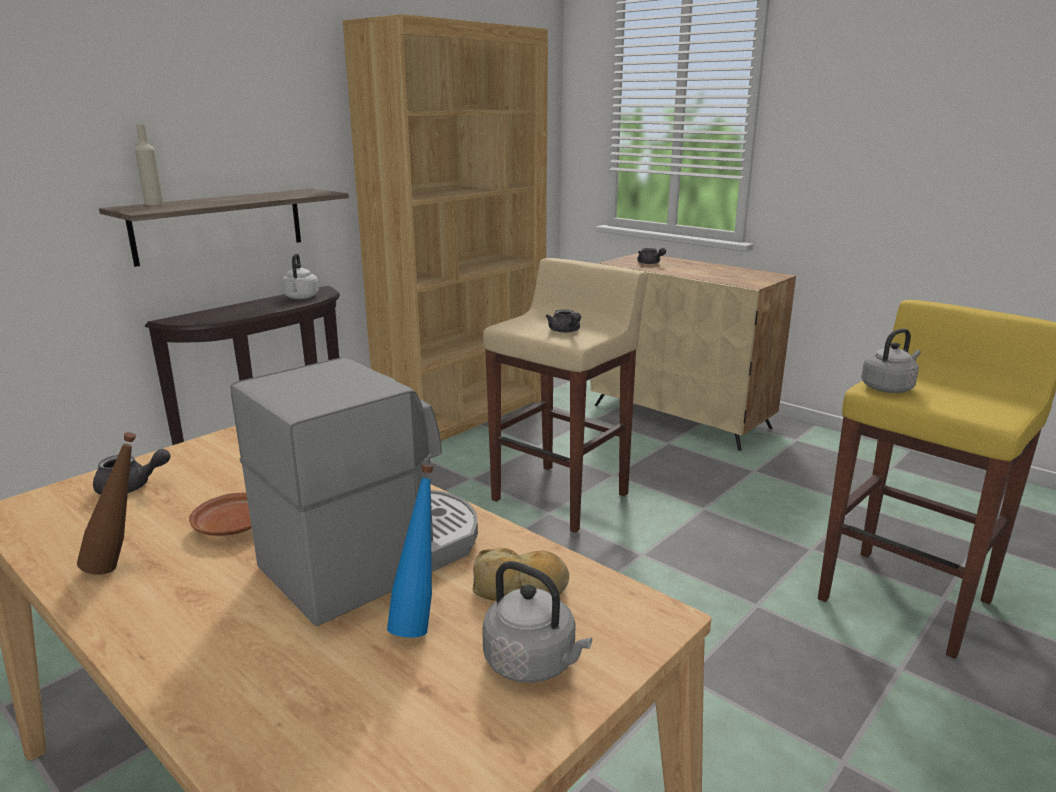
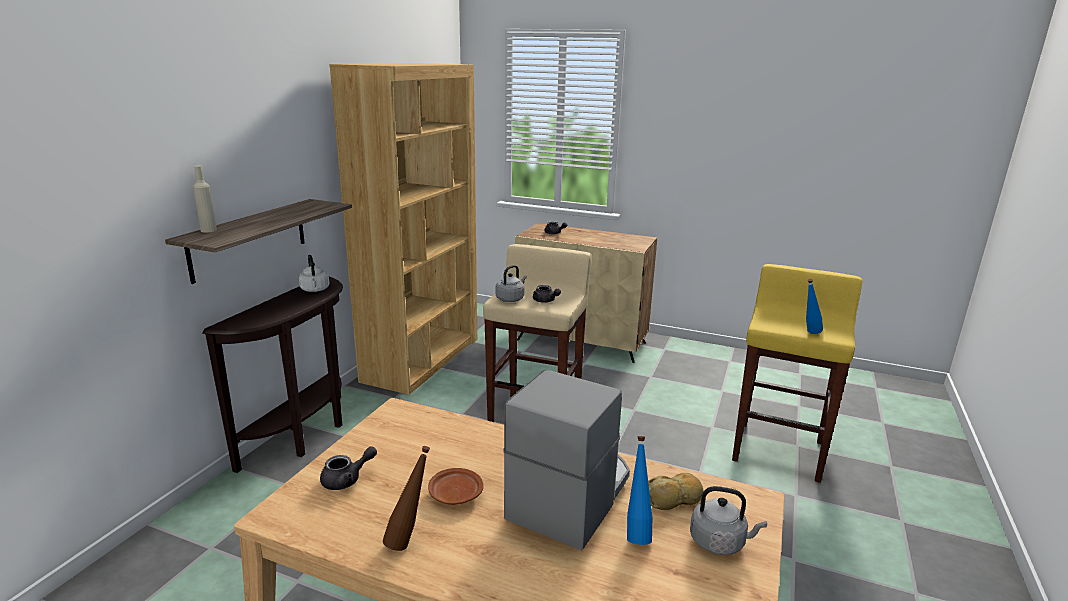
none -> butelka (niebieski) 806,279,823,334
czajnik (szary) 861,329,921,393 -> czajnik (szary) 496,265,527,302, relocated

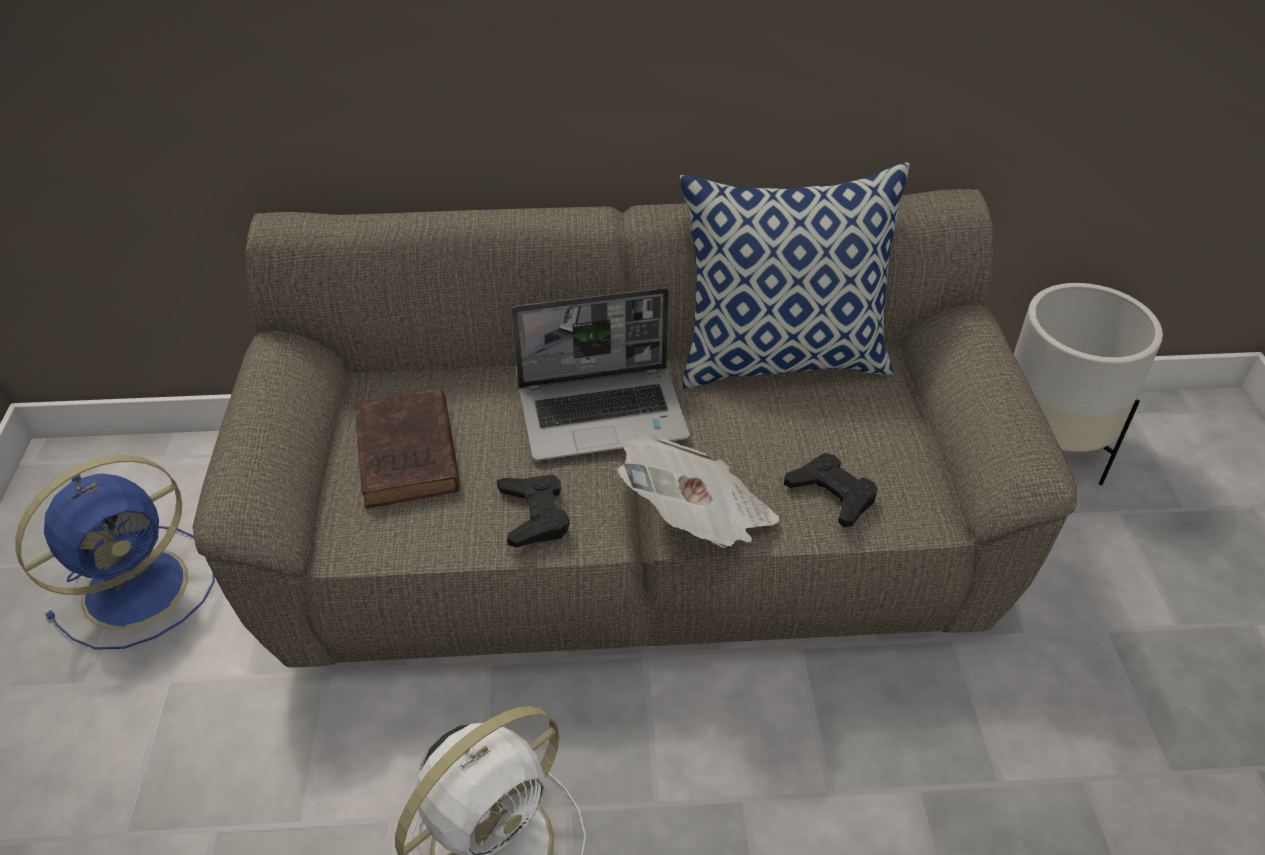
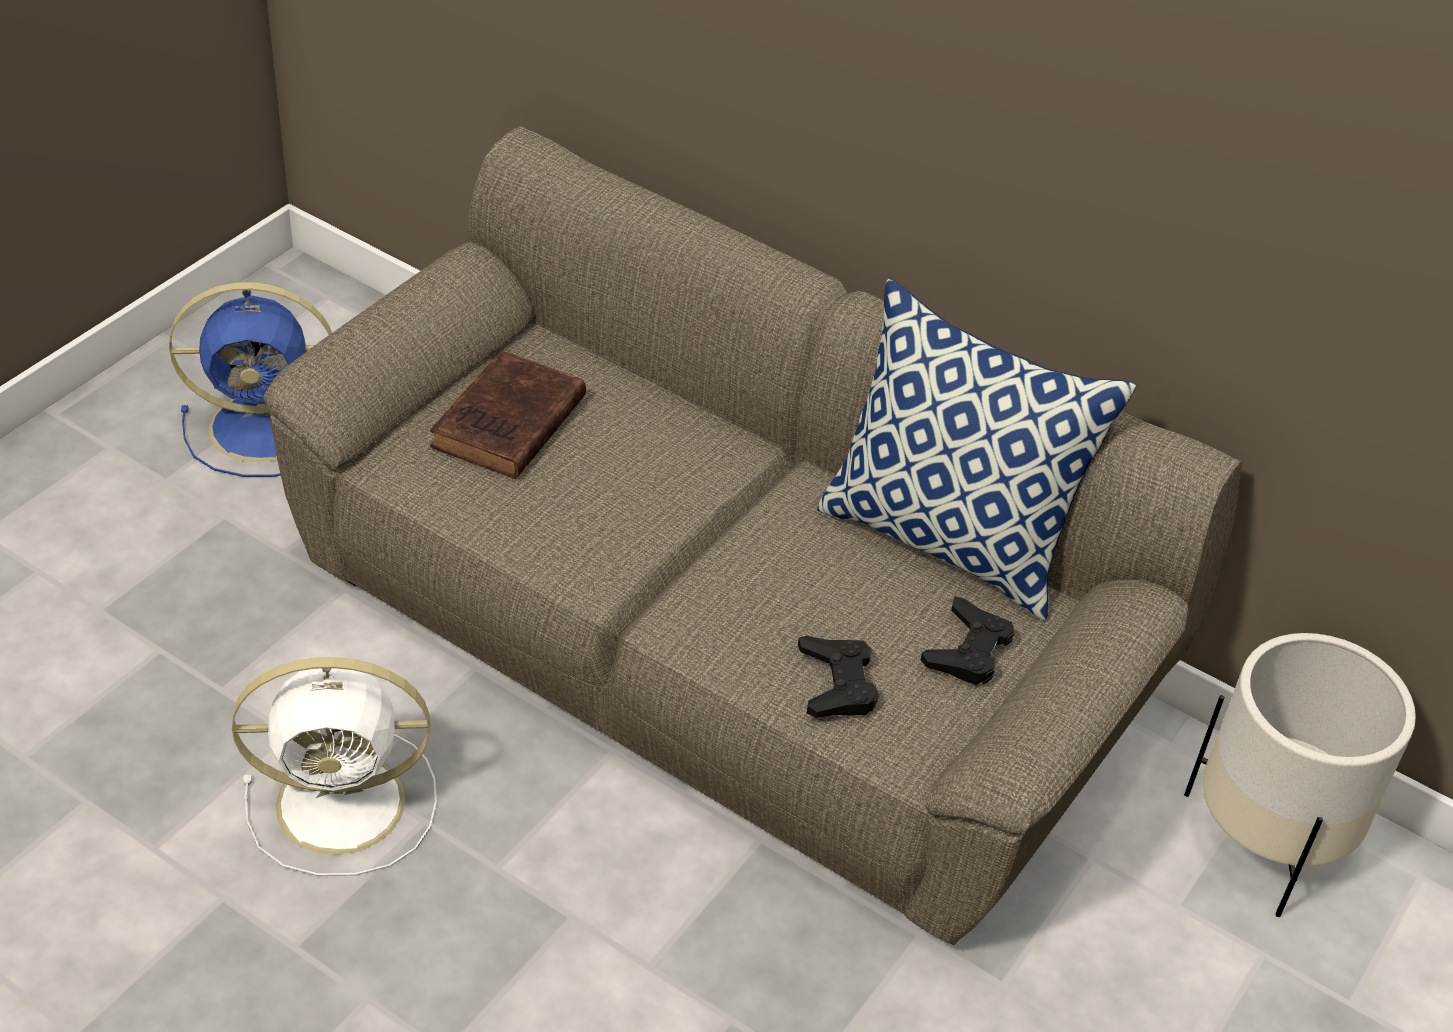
laptop 511,288,690,461 -> none
gazeta 617,435,779,548 -> none
pad do gier (czarny) 497,475,570,548 -> pad do gier (czarny) 920,596,1014,685, relocated

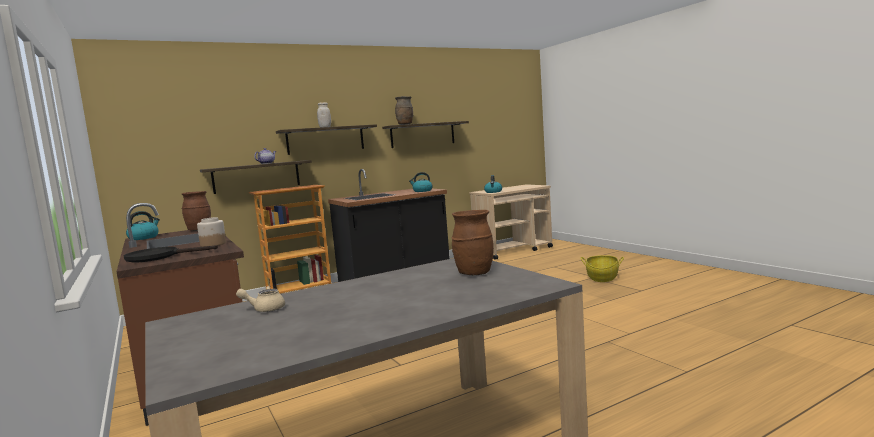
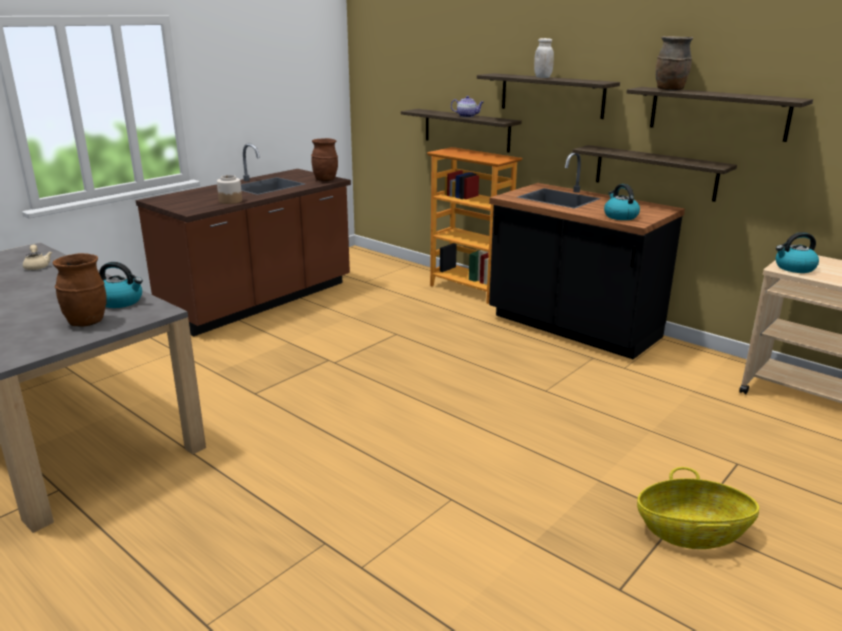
patelnia (czarny) 124,245,218,262 -> none
none -> półka 572,145,737,202
czajnik 126,211,160,240 -> czajnik 99,262,143,308, relocated

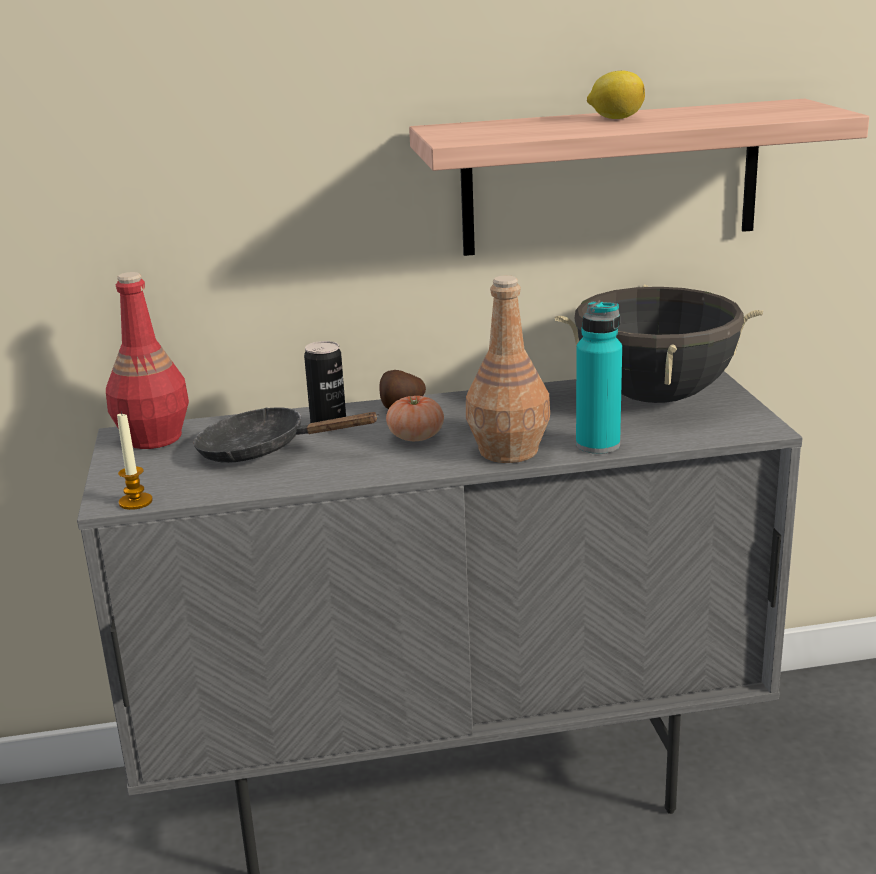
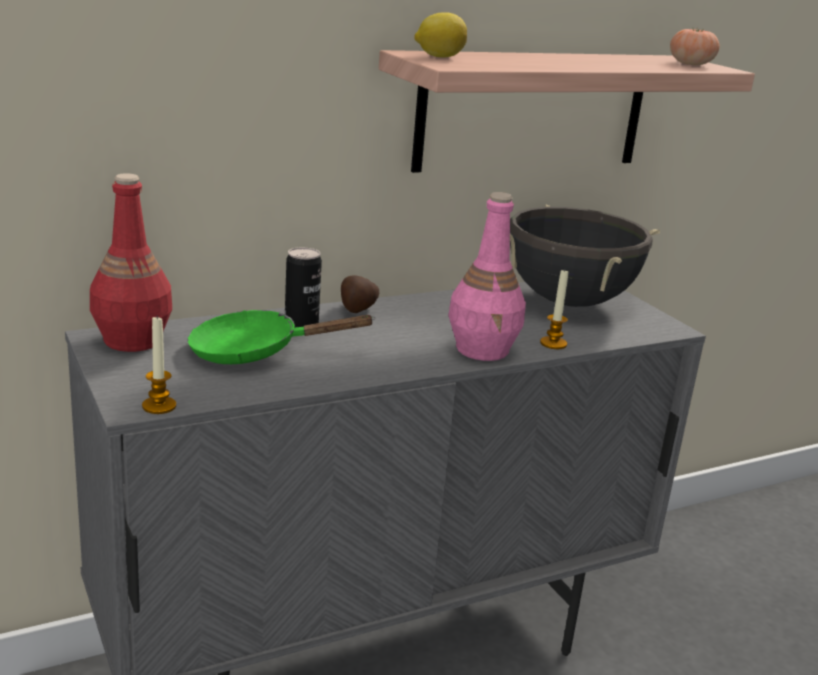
pomidor 386,396,444,441 -> pomidor 670,28,720,65, relocated
cytryna 587,71,645,119 -> cytryna 415,12,467,58, relocated
butelka (turkusowy) 576,301,622,454 -> świeca 540,270,569,349
patelnia (czarny) 193,407,379,463 -> patelnia (zielony) 187,310,375,364
butelka (brązowy) 466,275,550,463 -> butelka (różowy) 448,192,526,361

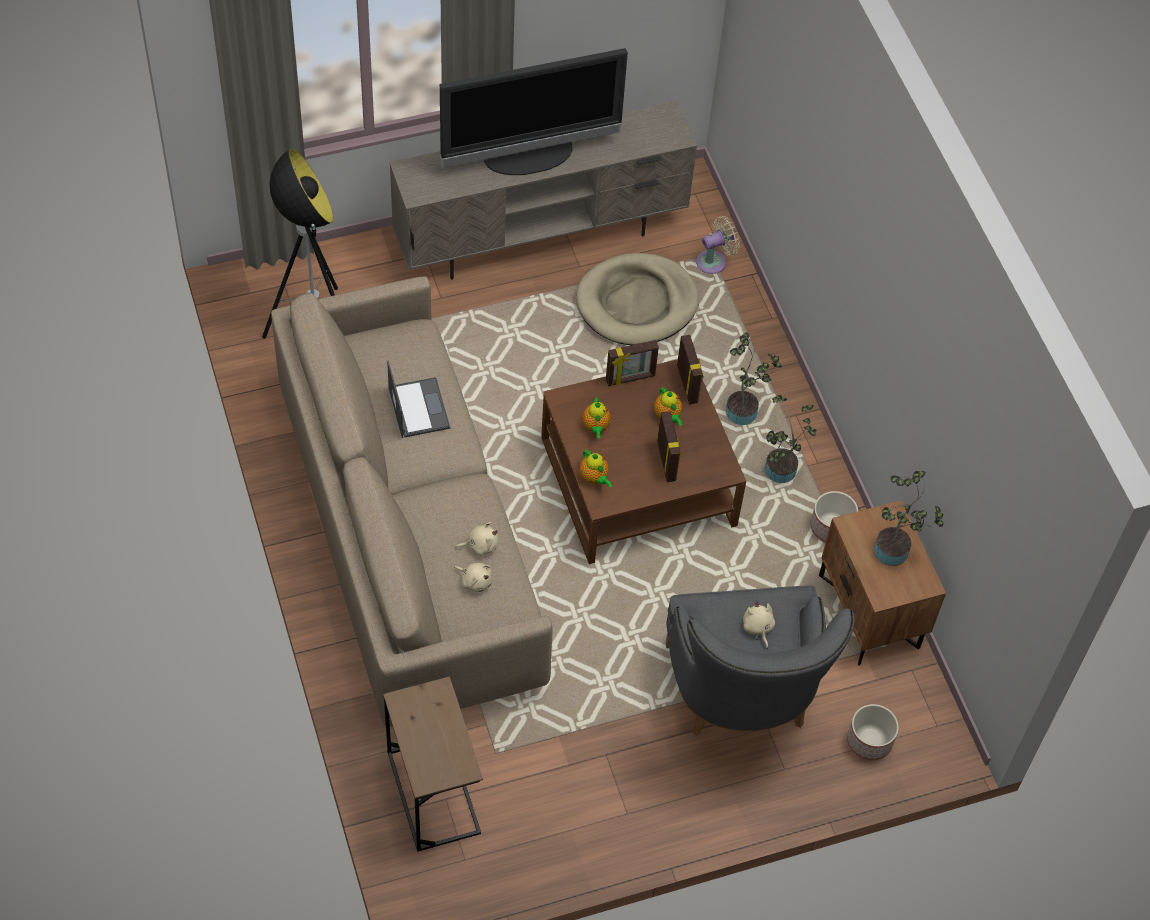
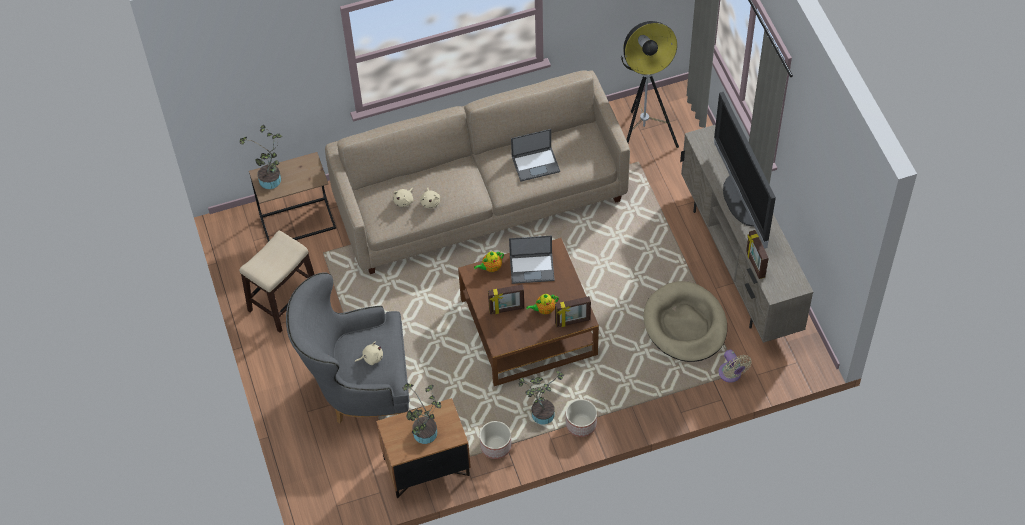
none -> stołek 239,231,315,333
ramka na zdjęcie 606,340,659,386 -> ramka na zdjęcie 746,230,769,279, relocated
roślina doniczkowa 726,332,782,425 -> roślina doniczkowa 240,125,282,189, relocated
donica 847,704,899,760 -> donica 566,399,597,437, relocated
imbryk 583,396,611,438 -> laptop 509,236,555,284

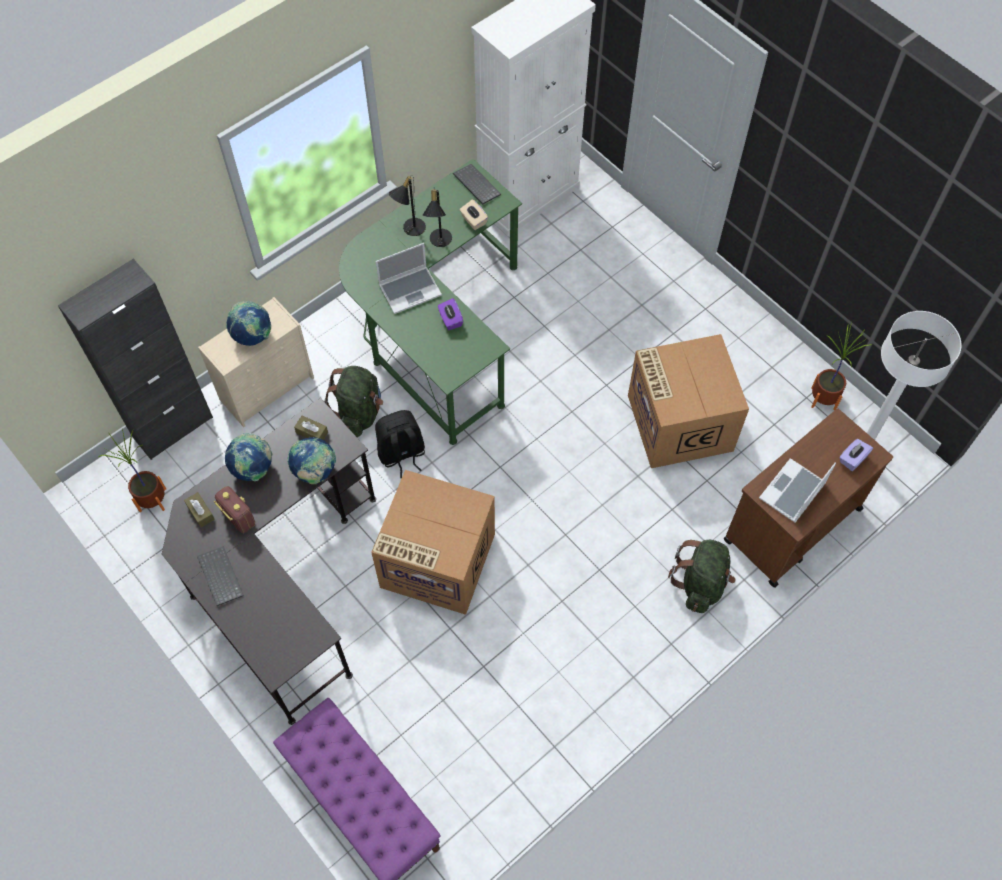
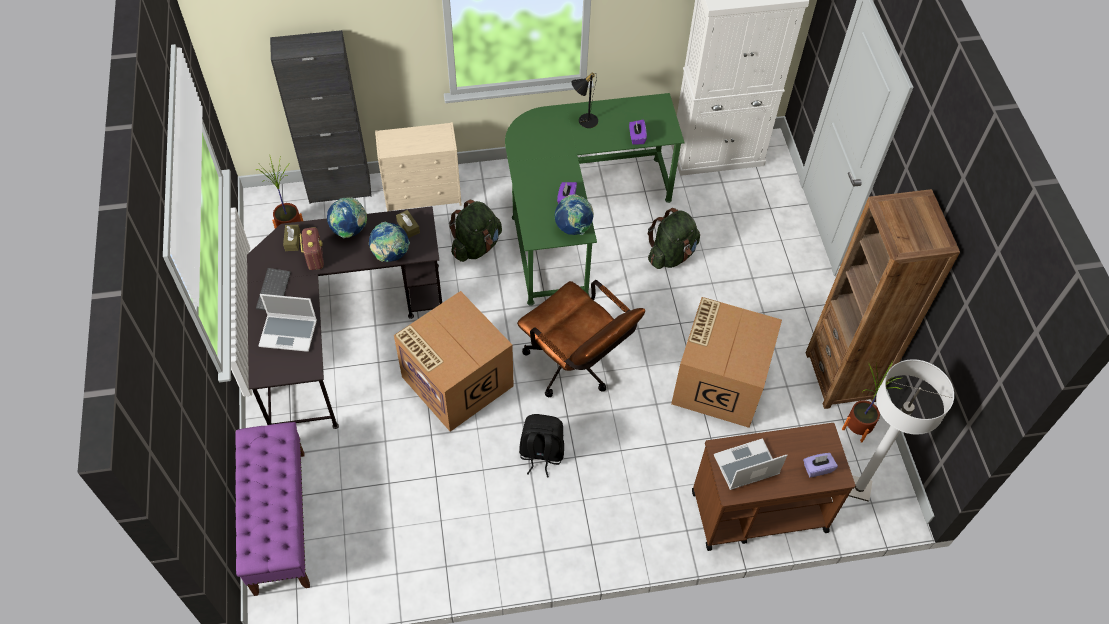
lampa stołowa (czarny) 423,189,452,247 -> none
klawiatura 453,164,501,205 -> none
none -> krzesło biurowe (brązowy) 517,280,645,397
none -> regał (brązowy) 805,189,960,409
globus 226,301,271,346 -> globus 555,194,594,235, relocated
plecak (czarny) 375,410,425,478 -> plecak (czarny) 519,414,564,478, relocated
laptop 376,243,442,314 -> laptop 258,294,317,352, relocated
plecak (zielony) 668,539,735,613 -> plecak (zielony) 648,208,700,269, relocated
pudełko chusteczek (beżowy) 460,200,488,230 -> pudełko chusteczek (fioletowy) 629,120,647,145

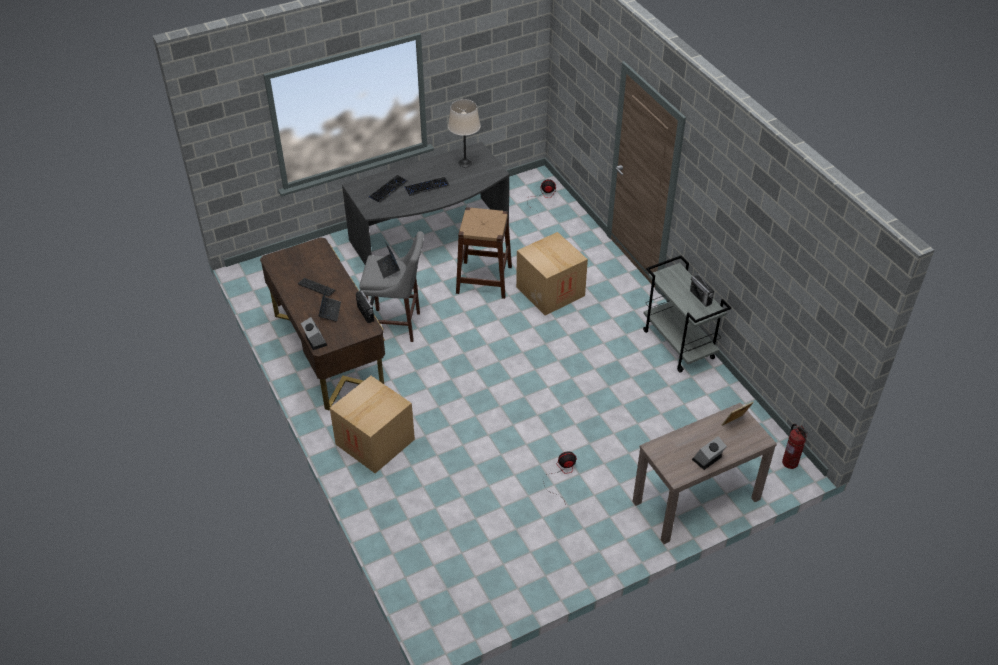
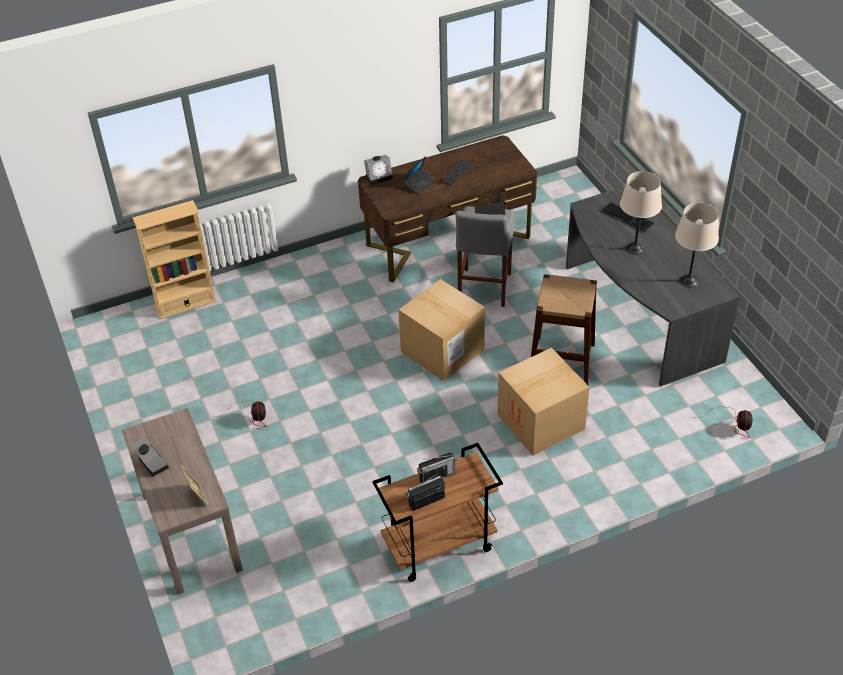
gaśnica 782,424,808,469 -> none
none -> regał (beżowy) 132,200,217,319
karton 330,376,415,473 -> karton 398,279,485,381, relocated
radio 356,291,374,323 -> radio 417,452,457,483, relocated
klawiatura 404,177,450,196 -> lampa stołowa (beżowy) 620,171,662,255
wózek (szary) 643,255,731,373 -> wózek (brązowy) 372,443,503,582
laptop 318,284,341,322 -> laptop 404,156,436,195, 60 degrees counterclockwise

